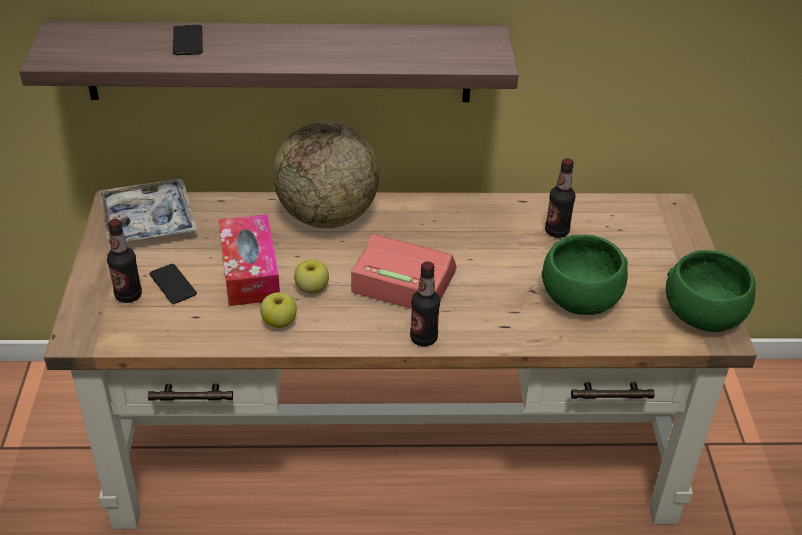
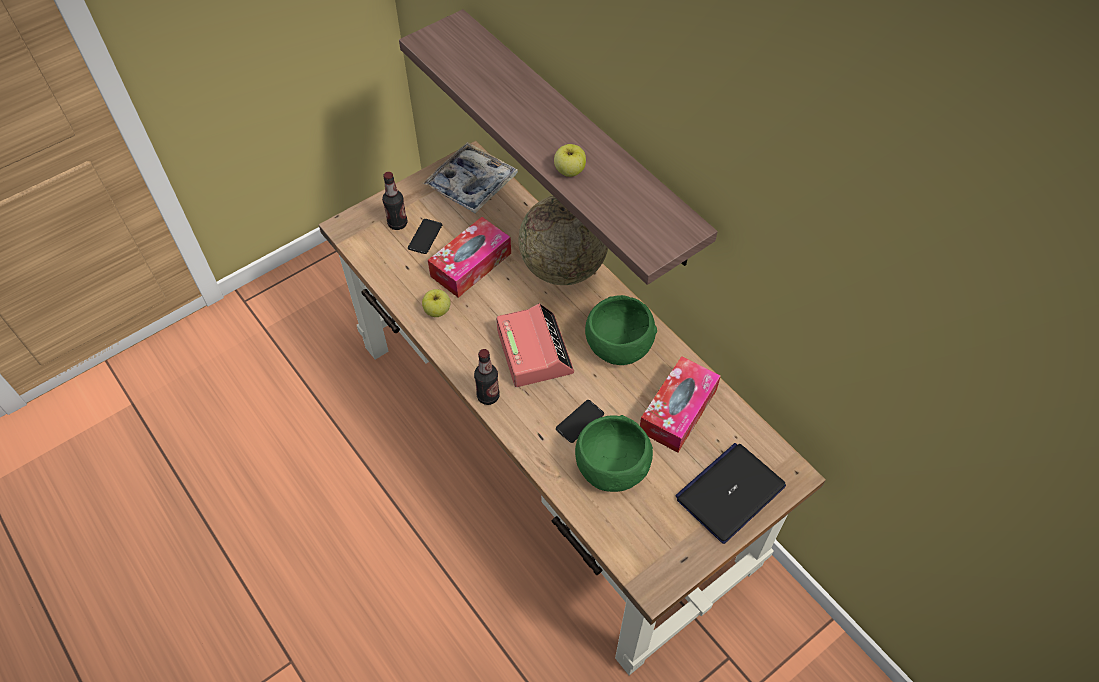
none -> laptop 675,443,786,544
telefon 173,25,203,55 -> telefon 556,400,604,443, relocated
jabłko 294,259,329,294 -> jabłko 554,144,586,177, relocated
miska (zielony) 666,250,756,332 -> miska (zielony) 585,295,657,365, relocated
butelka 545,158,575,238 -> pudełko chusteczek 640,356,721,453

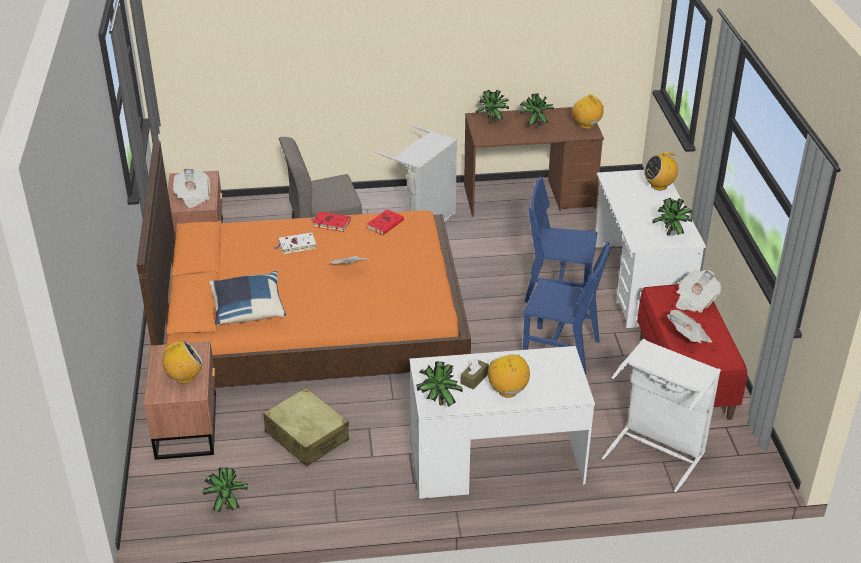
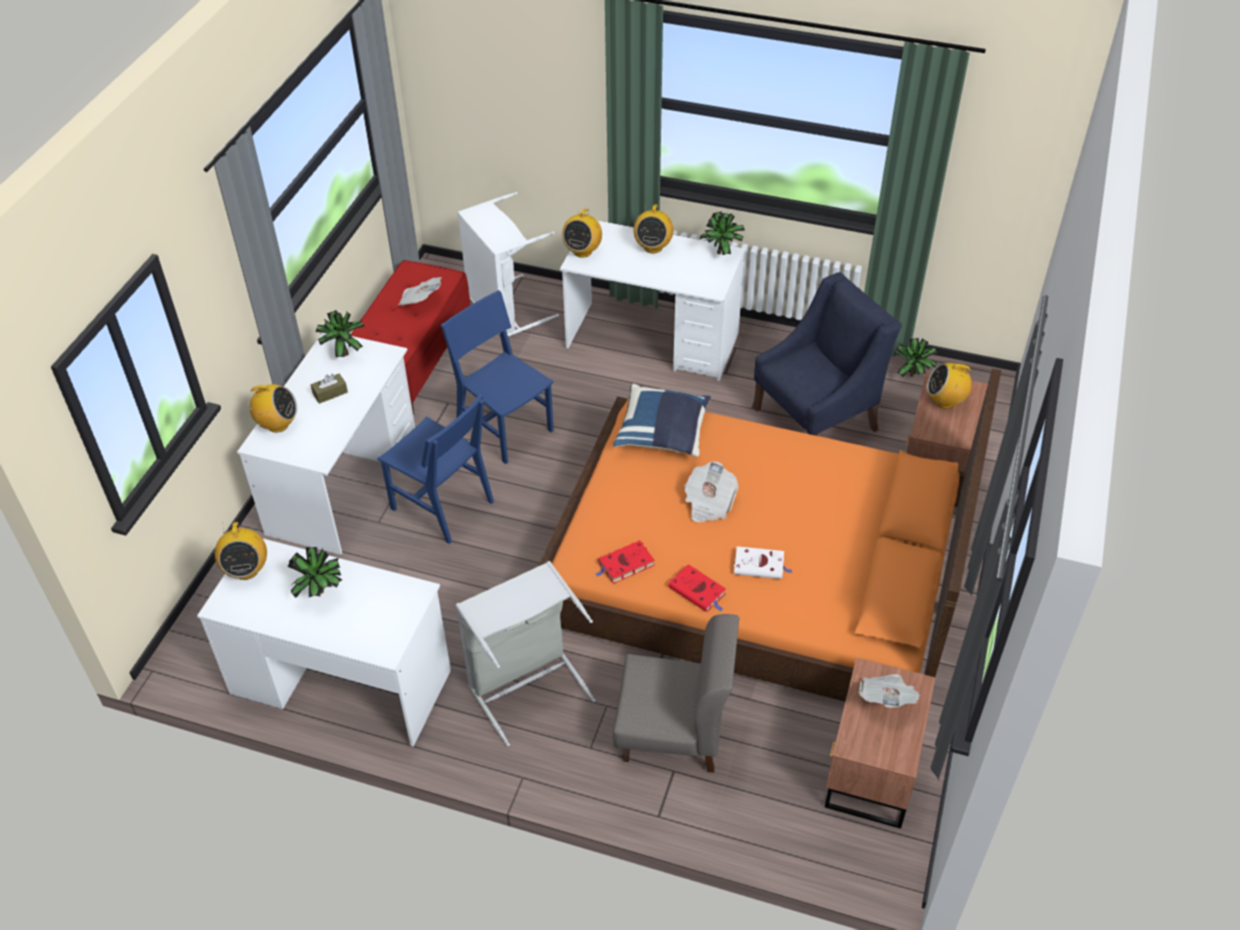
roślina doniczkowa 476,90,509,124 -> none
gazeta 676,270,721,313 -> none
none -> radio 562,209,602,258
poduszka (niebieski) 210,271,286,325 -> poduszka (niebieski) 613,384,711,457, relocated
pudełko chusteczek (brązowy) 461,358,489,389 -> pudełko chusteczek (brązowy) 311,373,348,404, relocated
walizka (beżowy) 263,388,349,467 -> fotel (niebieski) 754,272,902,436
biurko (brązowy) 464,107,604,216 -> biurko (biały) 197,538,451,747

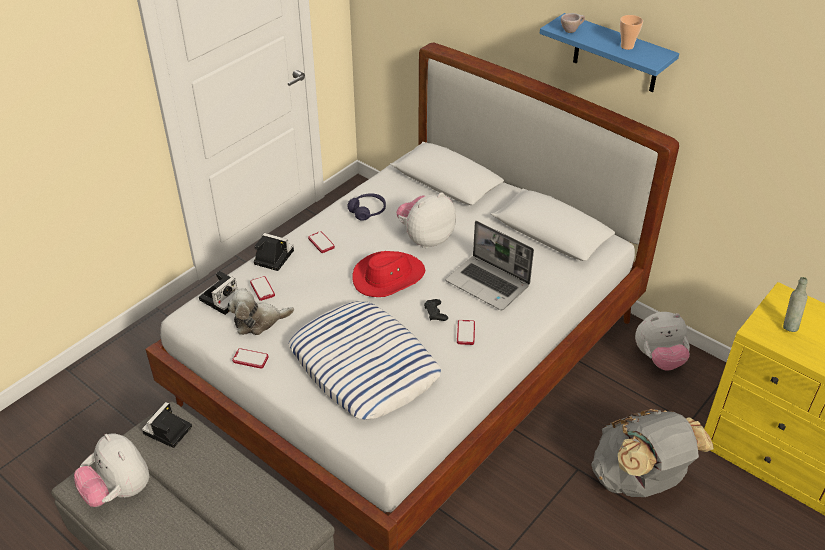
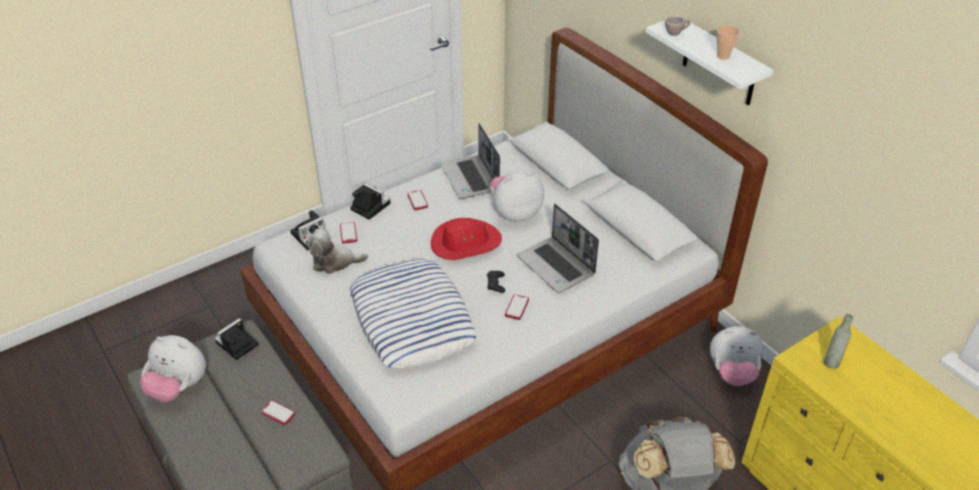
telefon 232,348,269,368 -> telefon 261,400,295,425, relocated
słuchawki (fioletowy) 347,193,386,221 -> laptop 441,123,500,199
półka (niebieski) 540,13,679,92 -> półka (biały) 646,15,774,105
pluszak 74,433,149,507 -> pluszak 140,335,206,402, 45 degrees counterclockwise

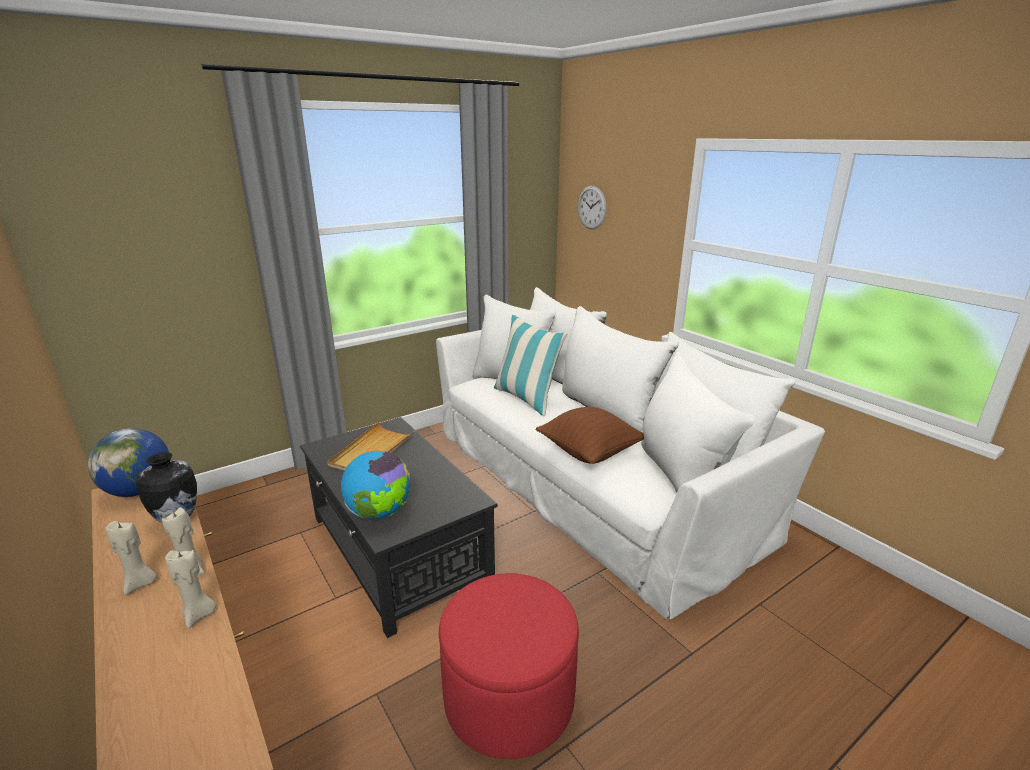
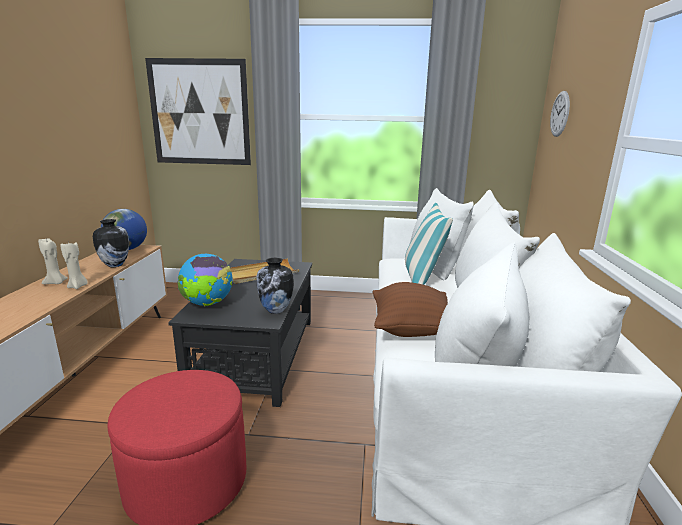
świeca (beżowy) 165,550,216,628 -> none
none -> obraz 145,58,251,165
none -> wazon 256,258,294,314

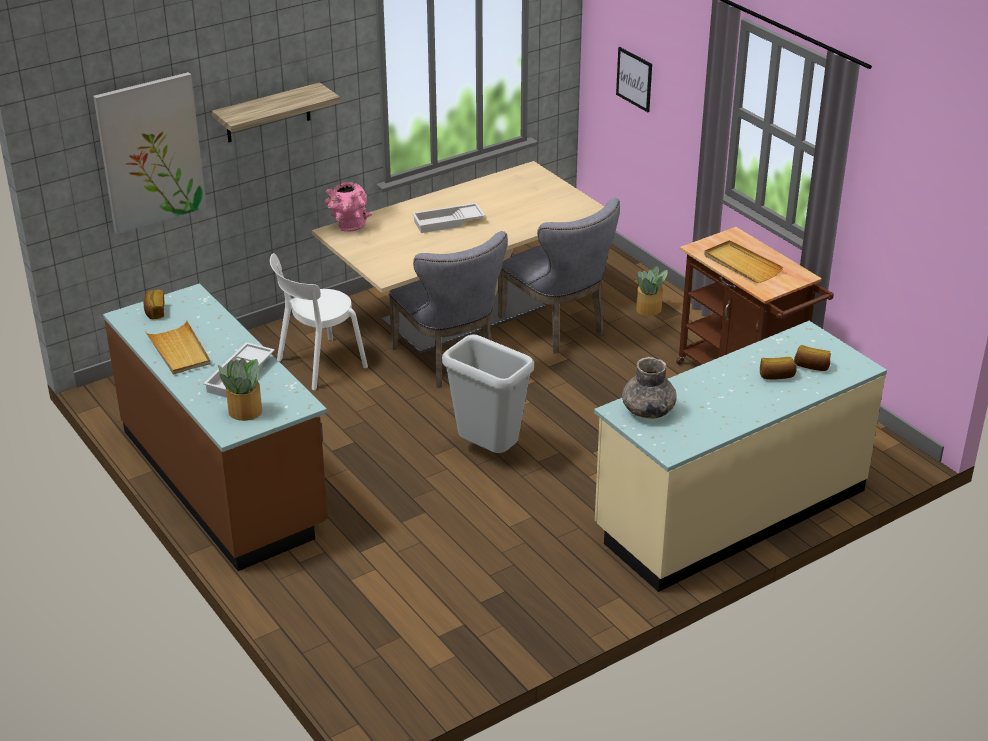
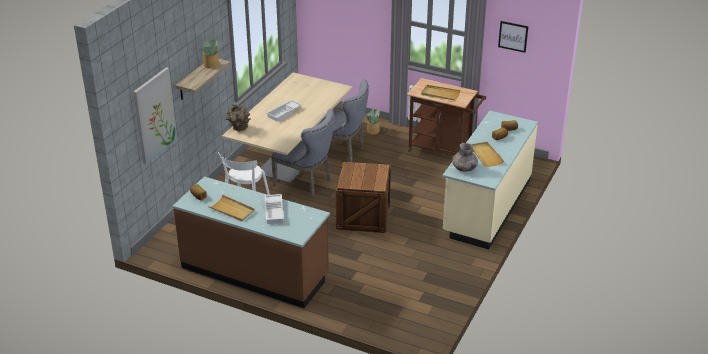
none -> taca (beżowy) 472,142,504,167
roślina doniczkowa 218,358,262,421 -> roślina doniczkowa 201,39,219,68, relocated
obraz 616,47,652,112 -> obraz 498,21,528,53, relocated
kosz na śmieci (szary) 442,334,534,453 -> skrzynka 336,162,391,233
wazon (różowy) 324,182,372,232 -> wazon (brązowy) 226,105,250,132

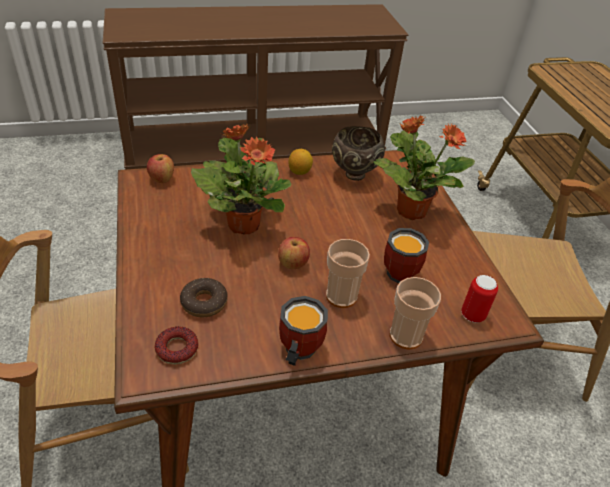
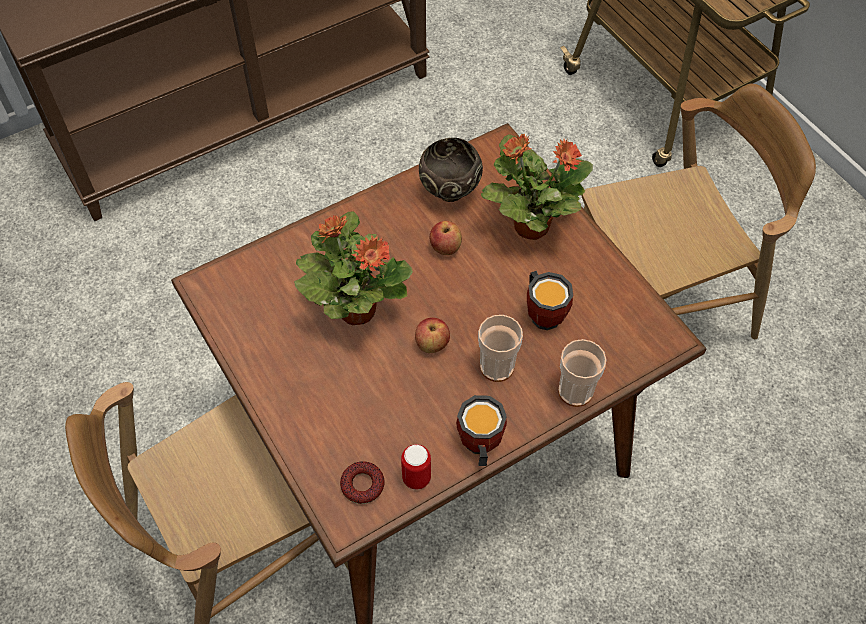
donut 180,278,228,318 -> none
cytryna 288,149,313,175 -> none
jabłko 147,154,174,183 -> jabłko 429,221,462,255, relocated
puszka 461,275,498,323 -> puszka 401,444,431,489, relocated

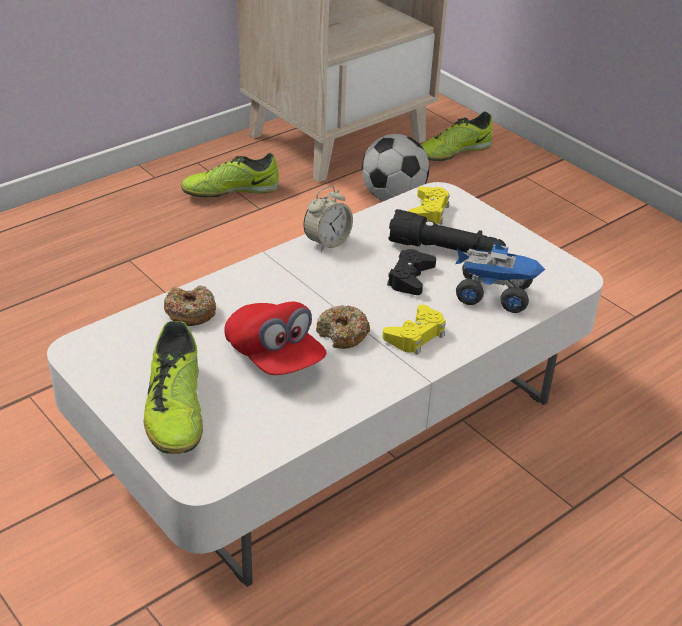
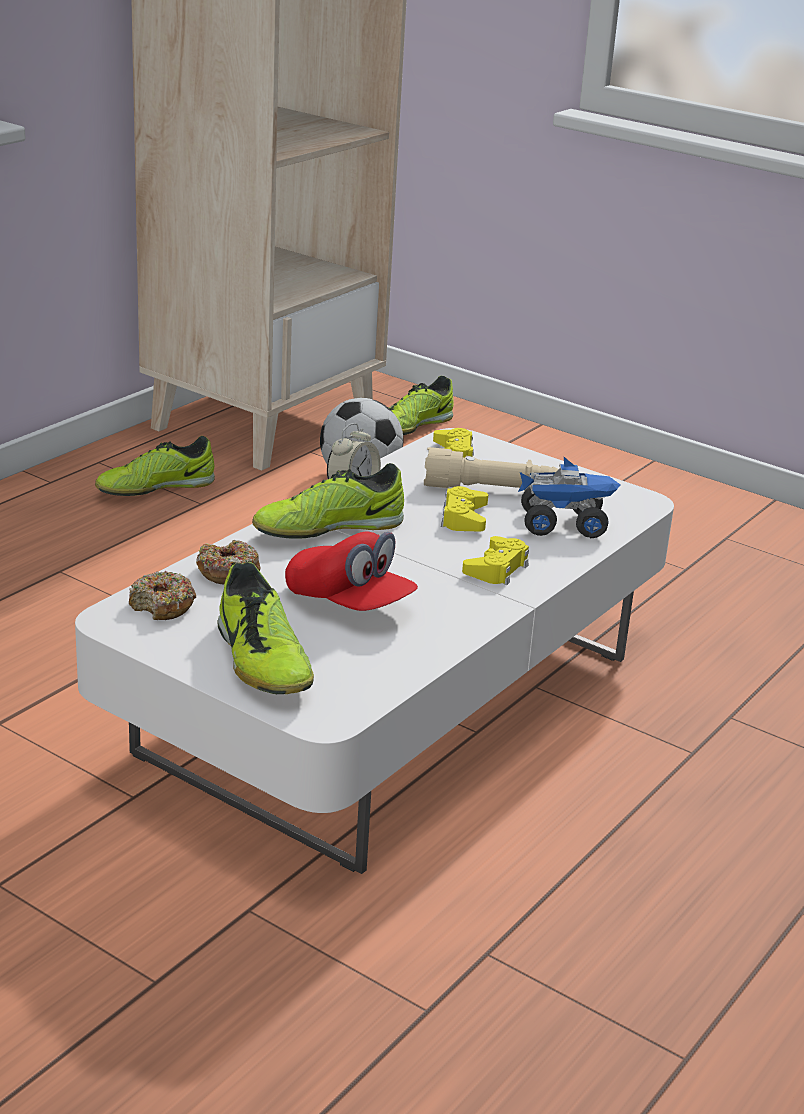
none -> but 252,463,404,539
donut 316,305,370,349 -> donut 129,571,196,620, relocated
pad do gier (czarny) 387,249,436,295 -> pad do gier (żółty) 441,486,488,531
latarka (czarny) 388,209,506,253 -> latarka (beżowy) 424,447,558,491

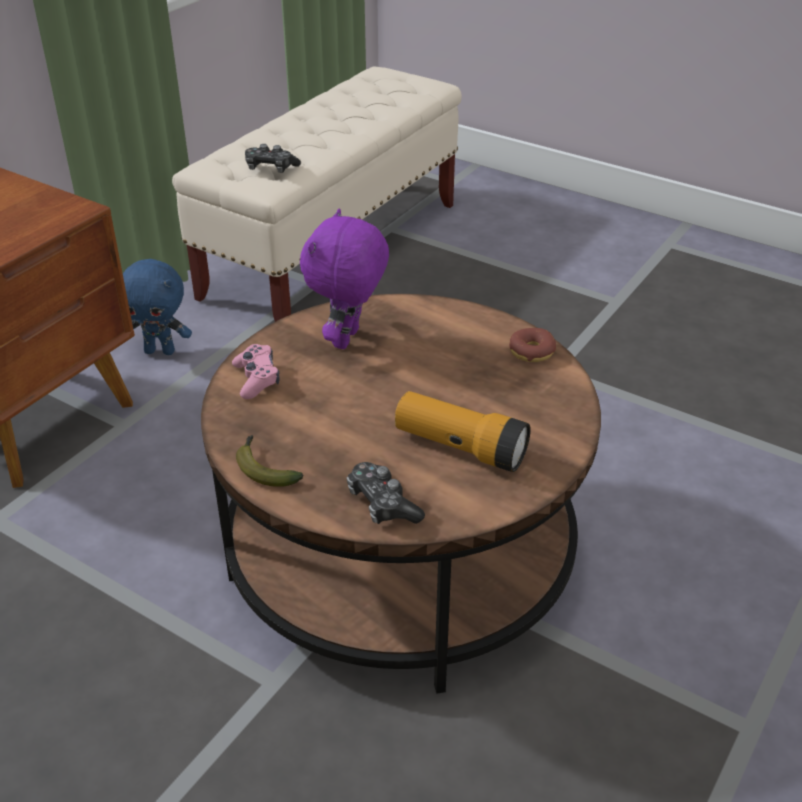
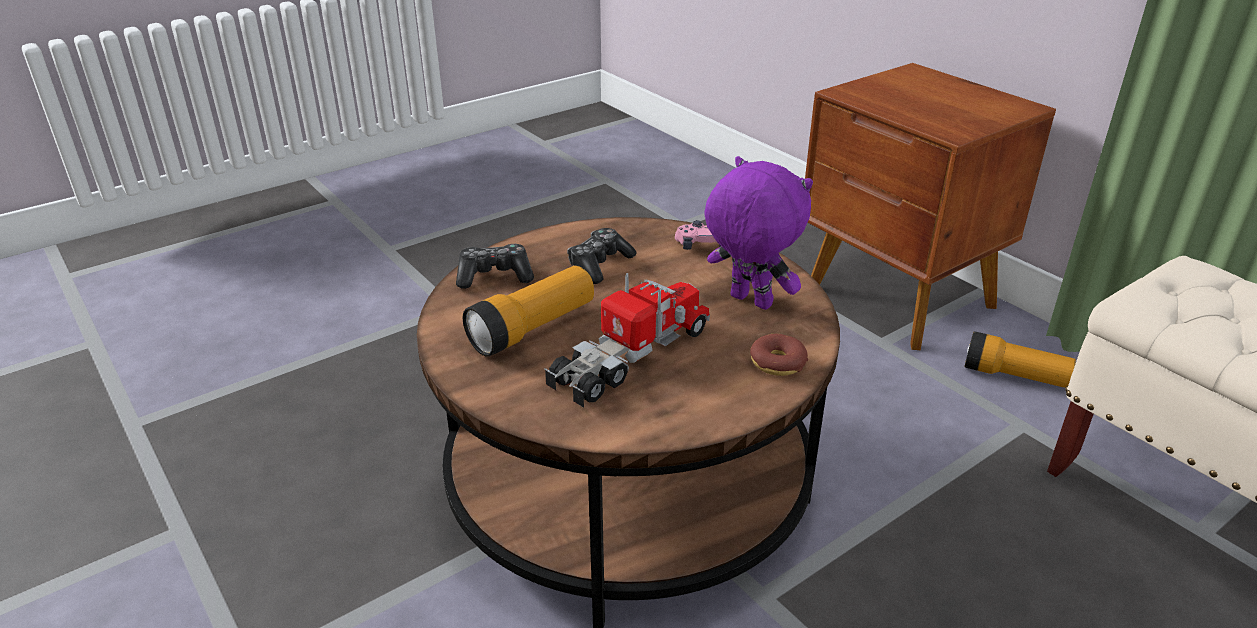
banan 236,435,303,487 -> none
none -> ciężarówka zabawkowa 545,273,710,408
pad do gier 245,144,301,173 -> pad do gier 567,228,637,284, relocated
donut 509,328,556,362 -> donut 750,334,808,376, relocated
pluszak (niebieski) 123,259,192,355 -> latarka 964,331,1076,388

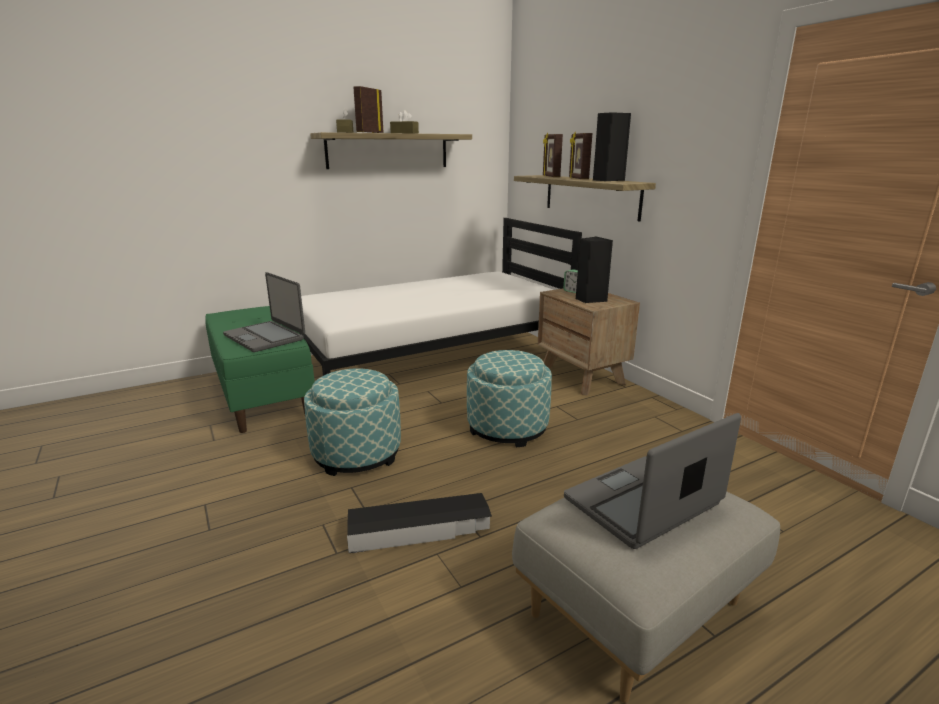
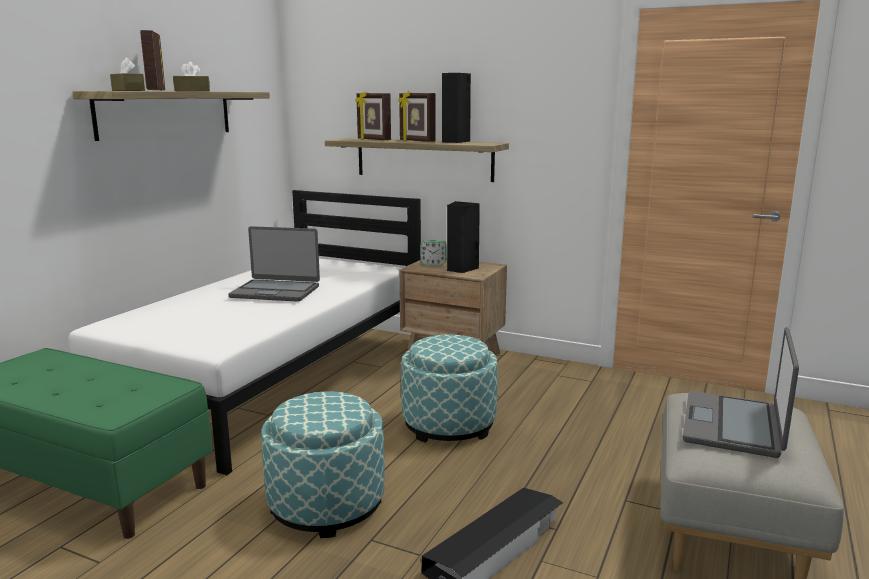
laptop 223,272,305,352 -> laptop 228,226,320,302, relocated

